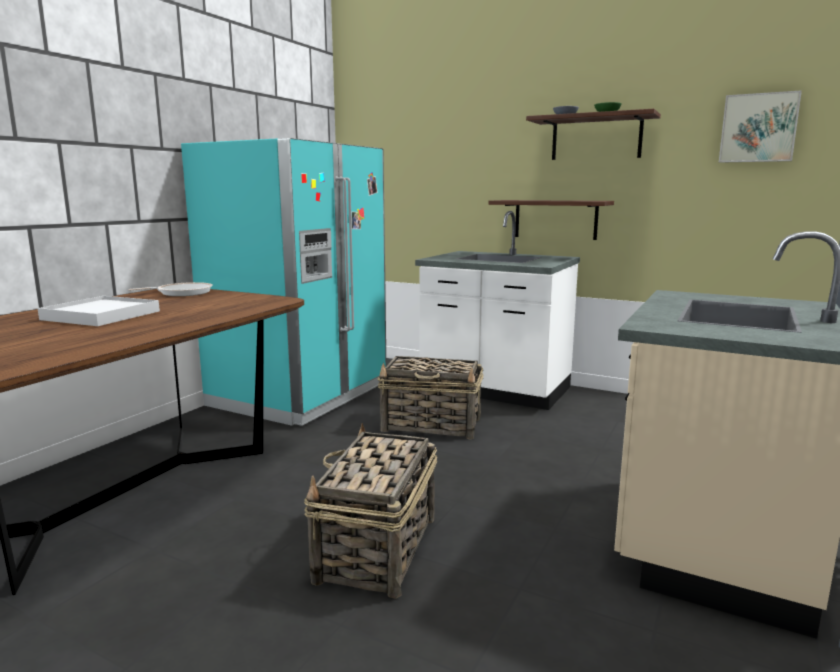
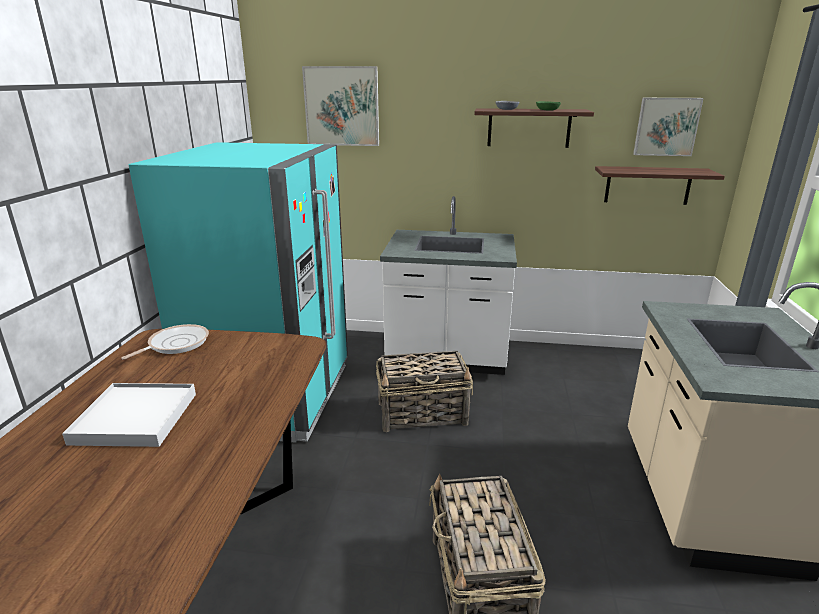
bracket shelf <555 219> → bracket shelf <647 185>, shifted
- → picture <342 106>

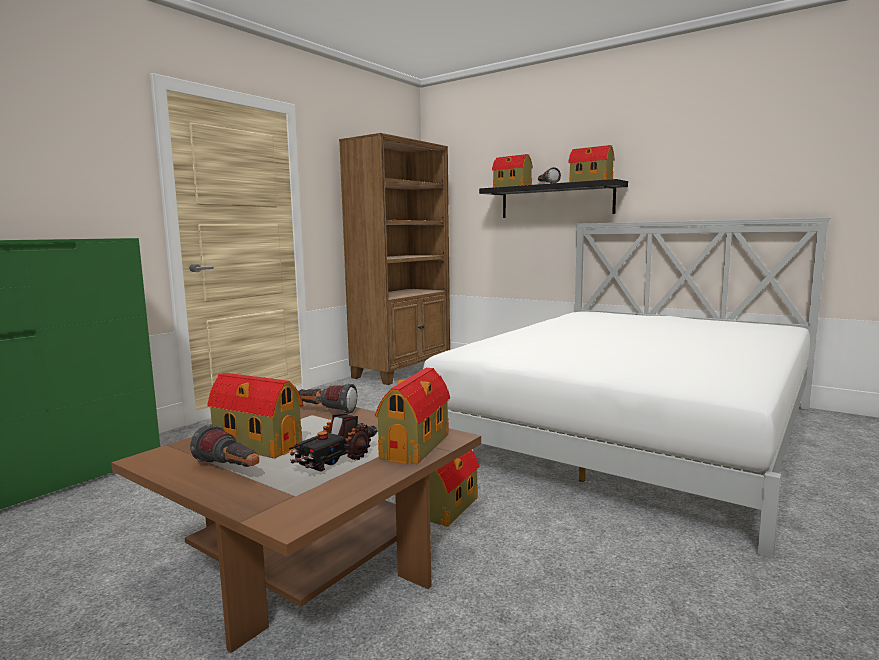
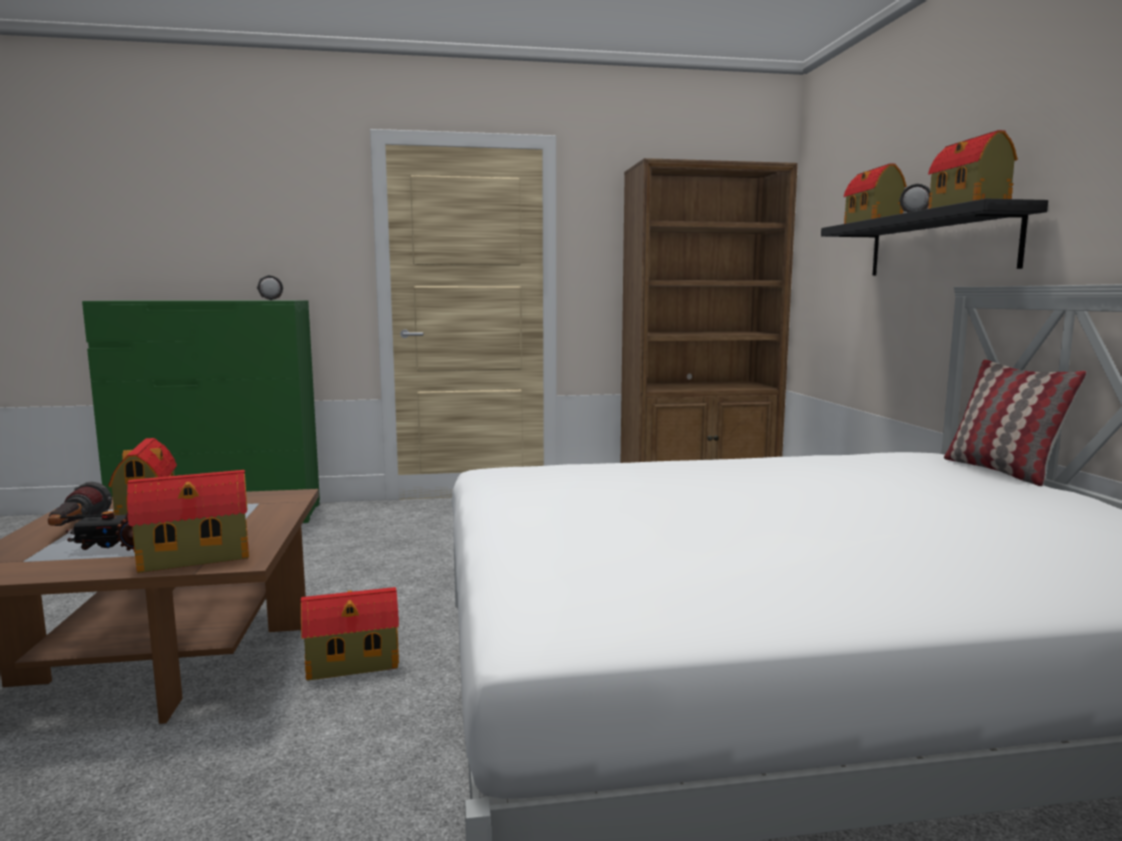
torch <324 411> → torch <267 300>, shifted
- → throw pillow <1001 471>

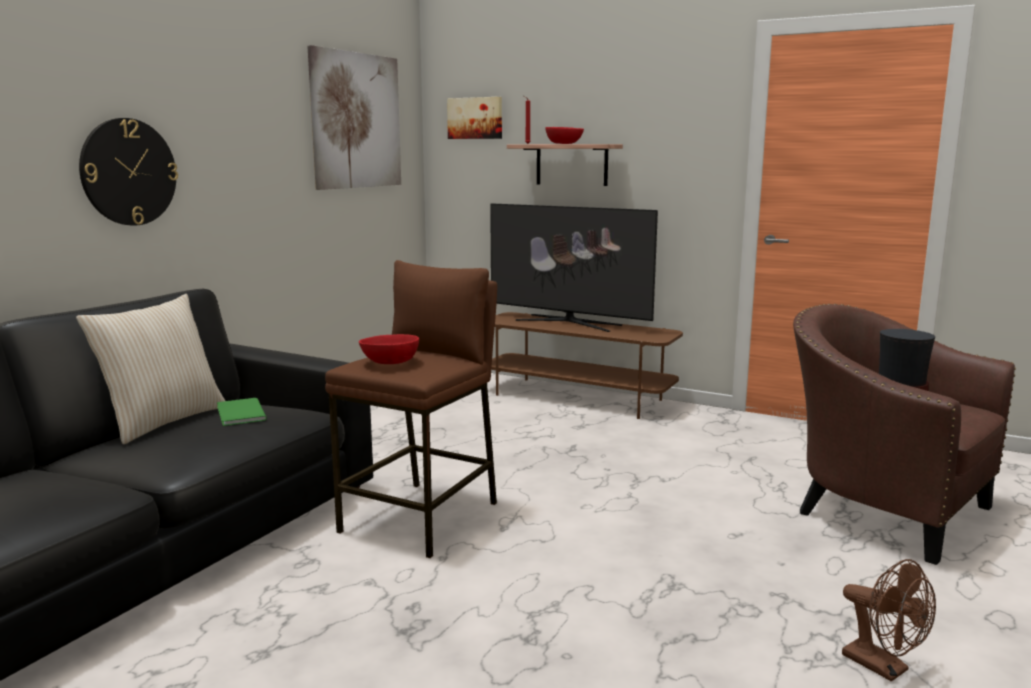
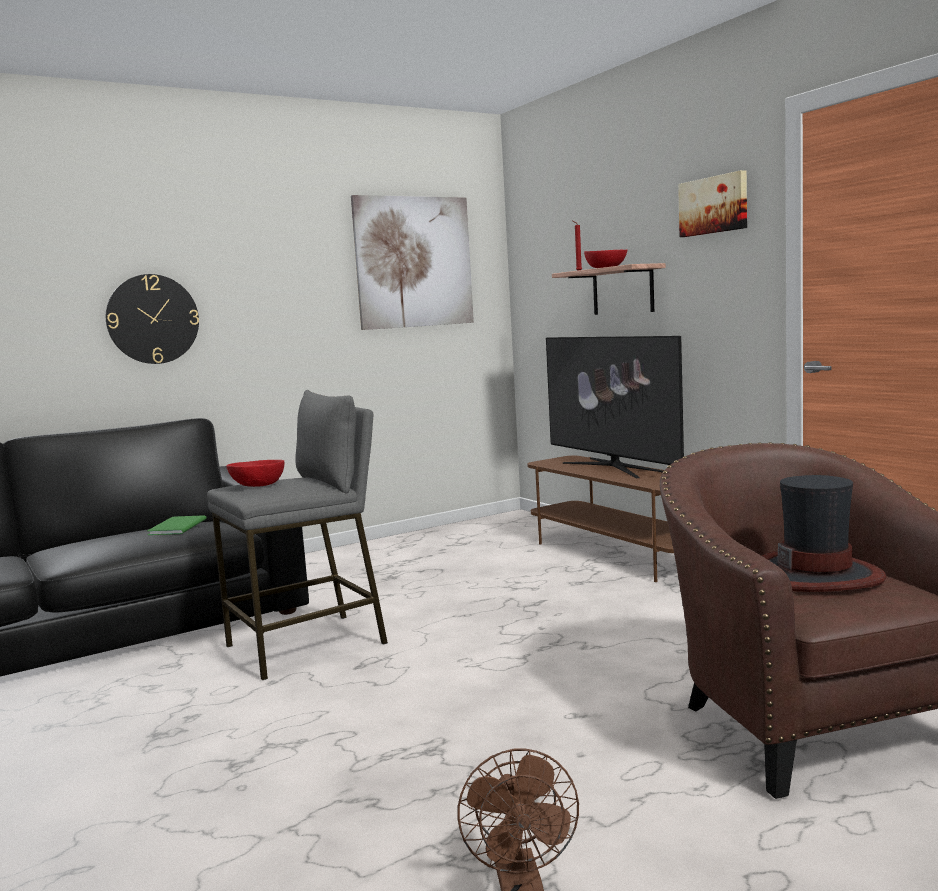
sand-coloured throw pillow <163 422> → -
brown-coloured stool <422 517> → grey stool <307 645>
picture <475 118> → picture <714 205>, shifted

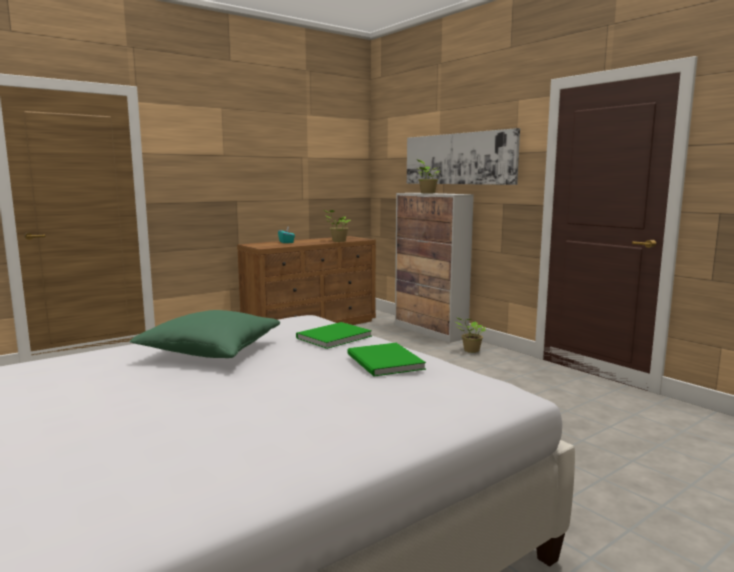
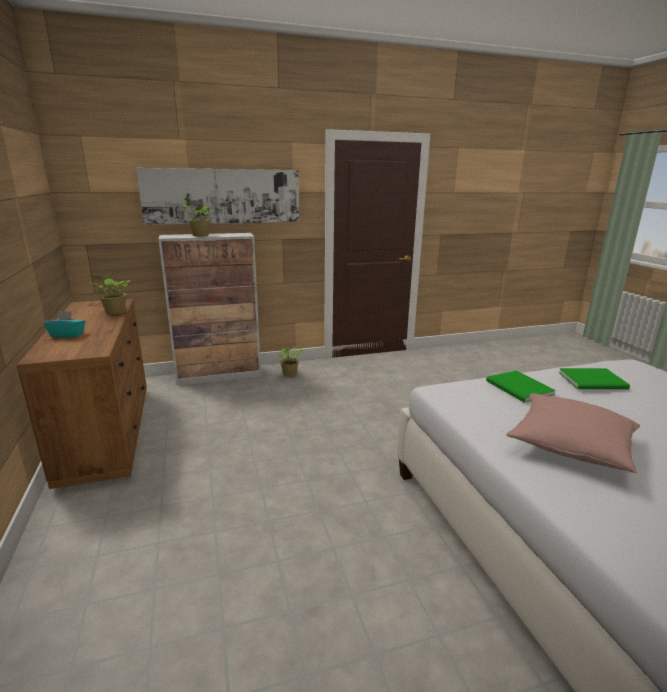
greenish throw pillow <211 351> → pink-coloured throw pillow <571 446>

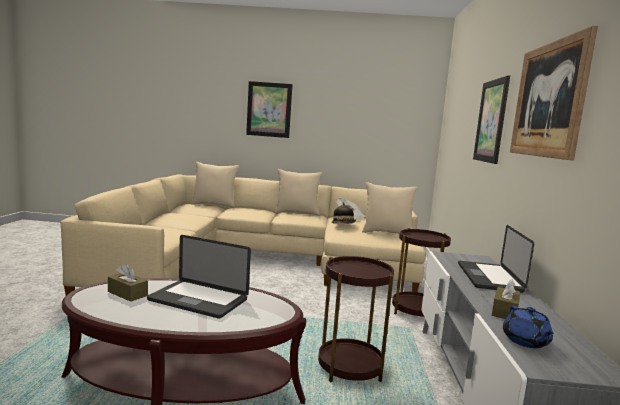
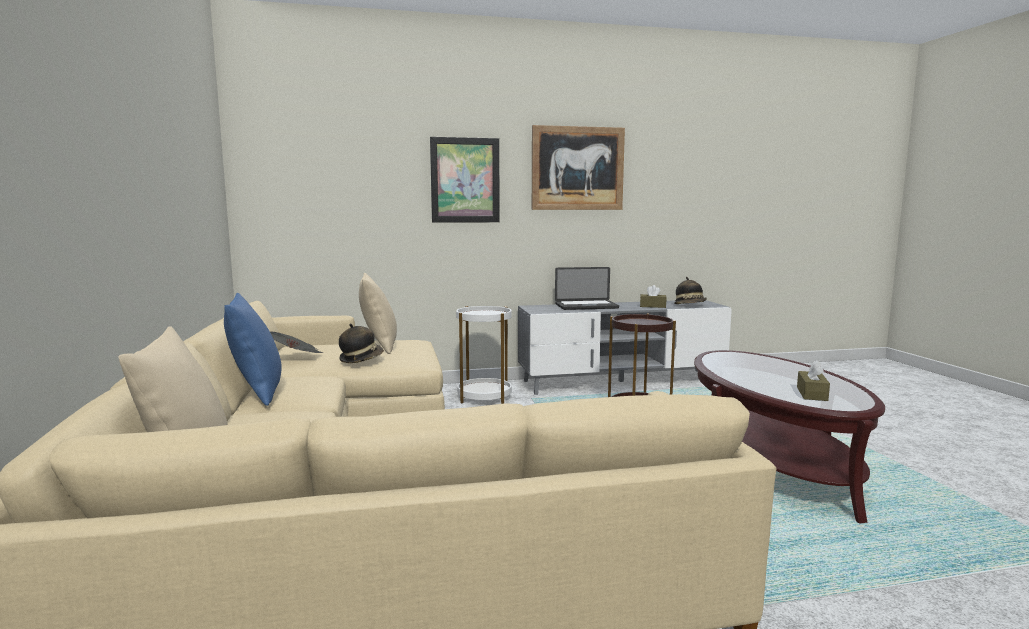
laptop <198 300> → -
picture <269 109> → -
sand-coloured throw pillow <297 213> → bluish throw pillow <257 392>
brown-coloured end table <415 310> → white-coloured end table <484 397>
bluish teapot <526 341> → wearable hat <690 305>

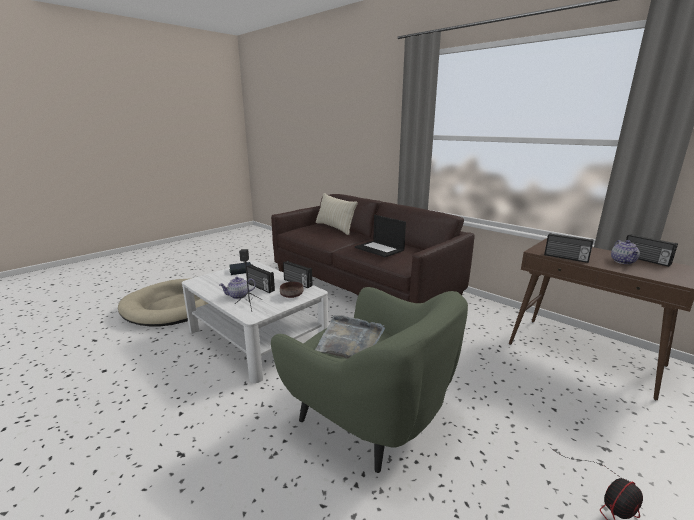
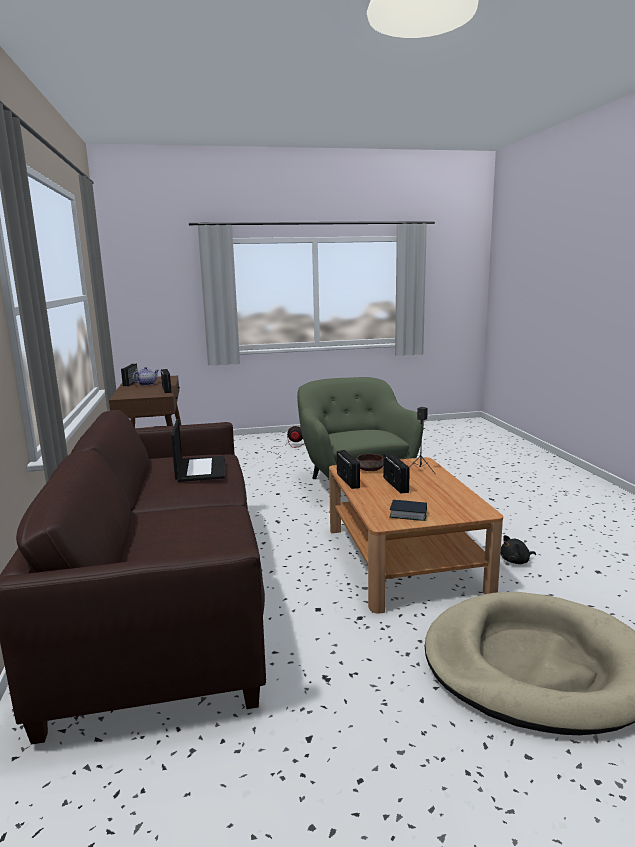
white-coloured lounge table <257 337> → brown-coloured lounge table <403 558>
teapot <238 296> → -
grey carrying tray <350 340> → -
sand-coloured throw pillow <334 228> → -
- → blackish soft toy <516 561>

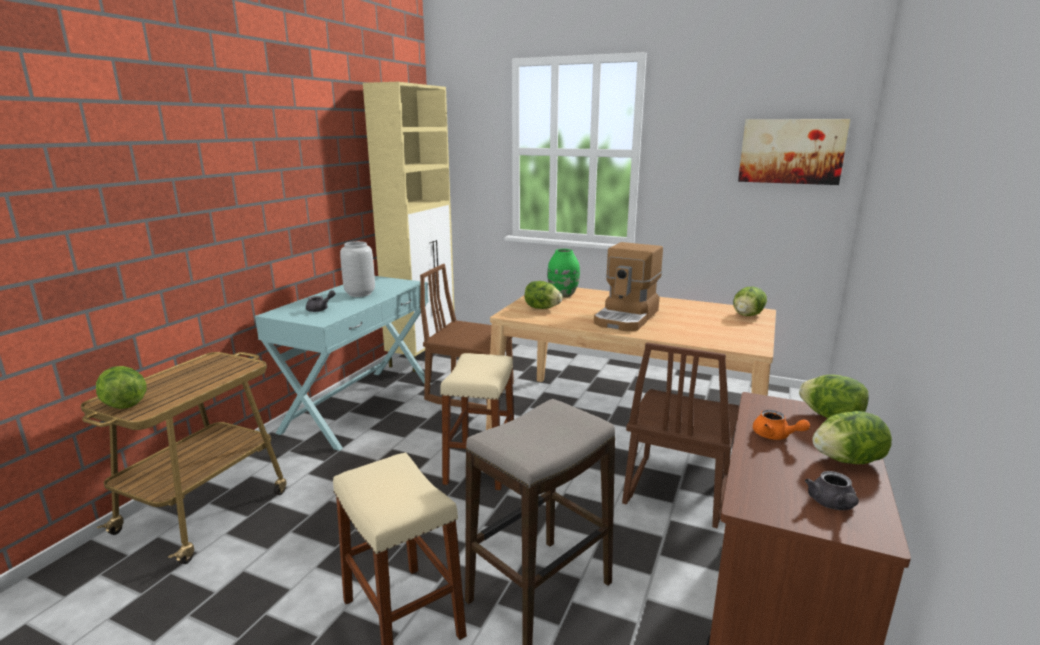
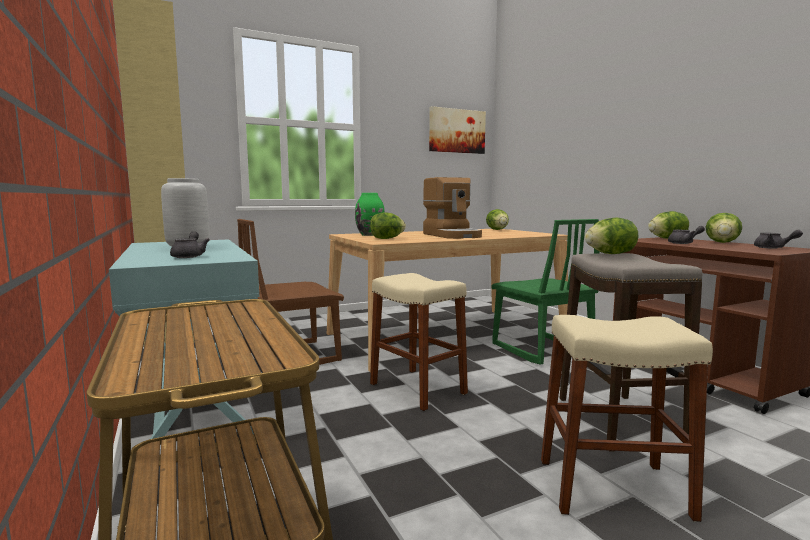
lettuce head <124 404> → lettuce head <610 254>, shifted
brown-coloured upright chair <675 490> → greenish upright chair <540 350>
orangey teapot <775 436> → grey teapot <684 243>

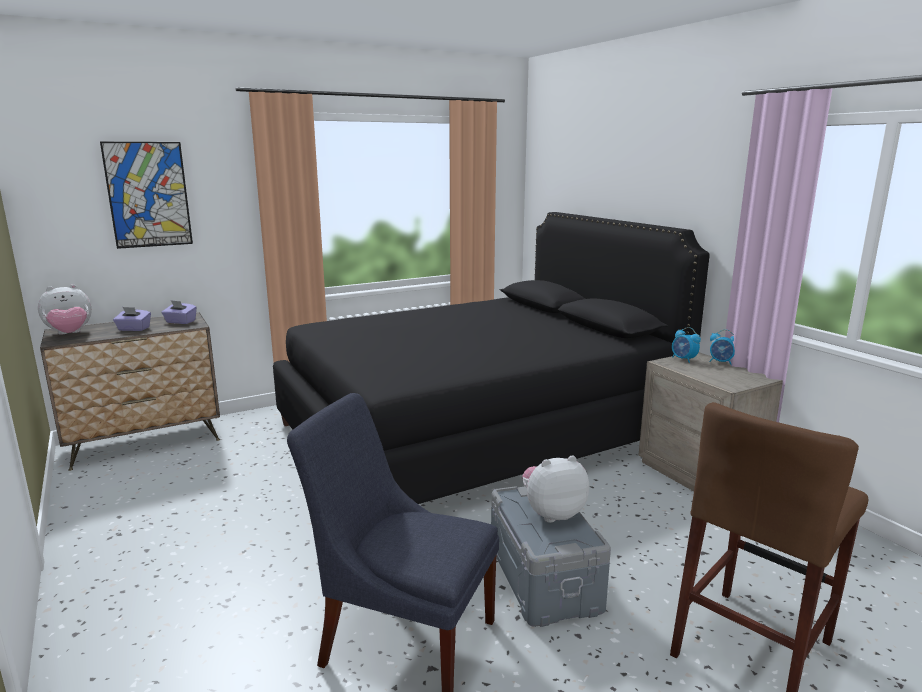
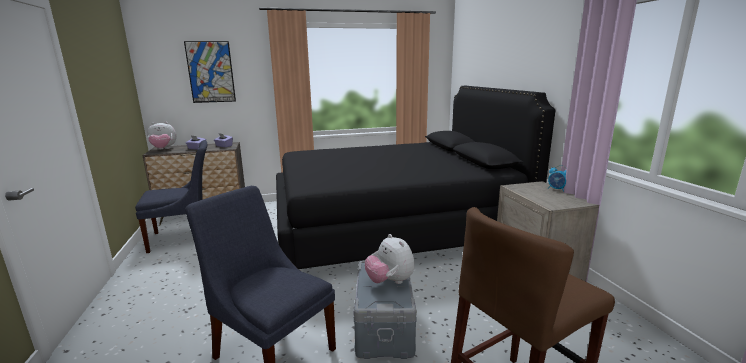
soft toy <552 513> → soft toy <390 281>, 120 degrees counterclockwise
alarm clock <683 359> → -
- → bluish upright chair <185 237>

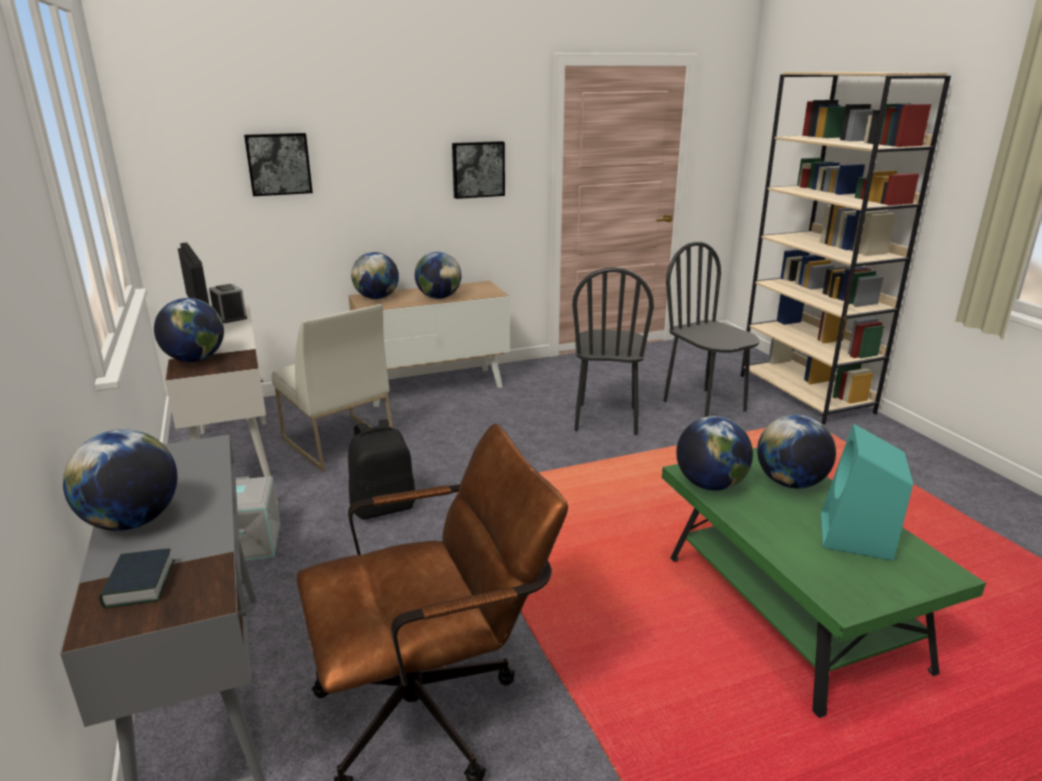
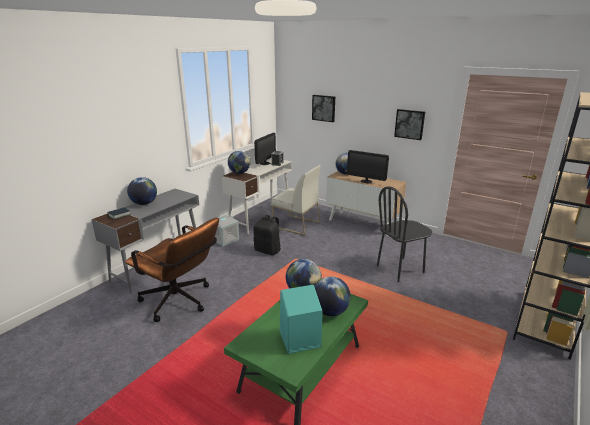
white-coloured upright chair <337 441> → white-coloured upright chair <296 225>, 75 degrees counterclockwise
world globe <439 297> → computer screen <366 181>
blackish upright chair <704 406> → -

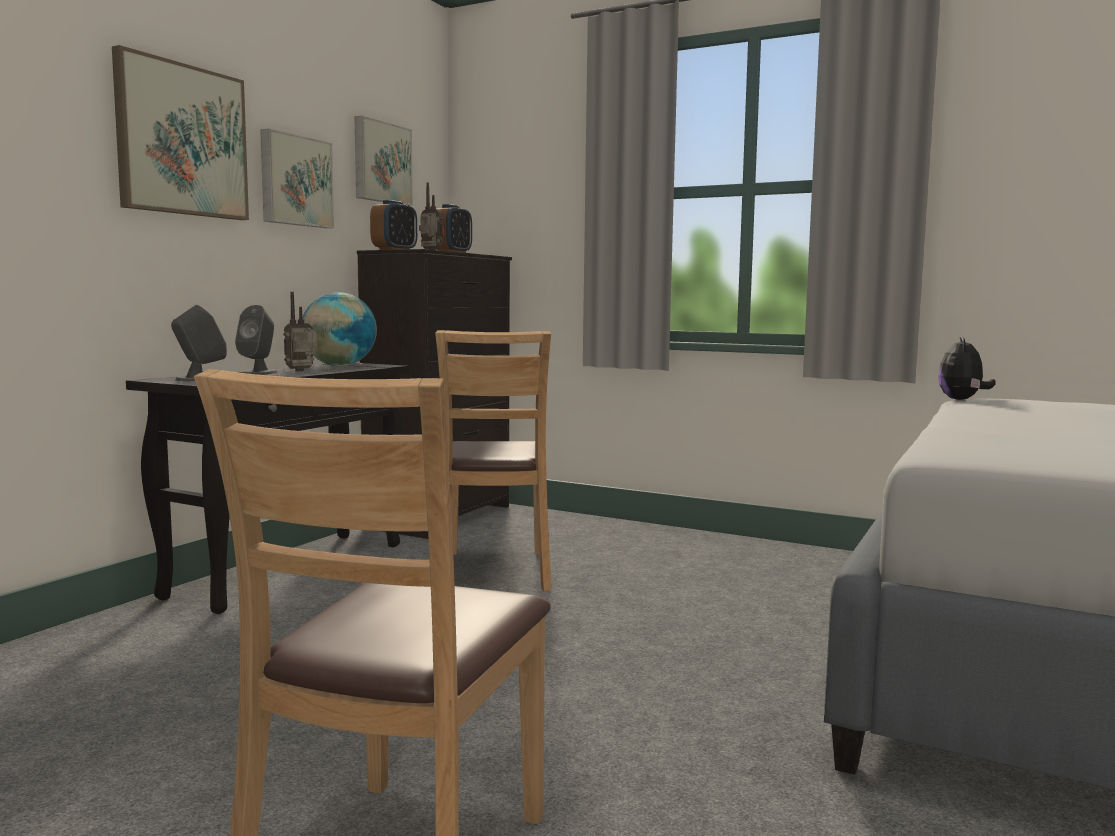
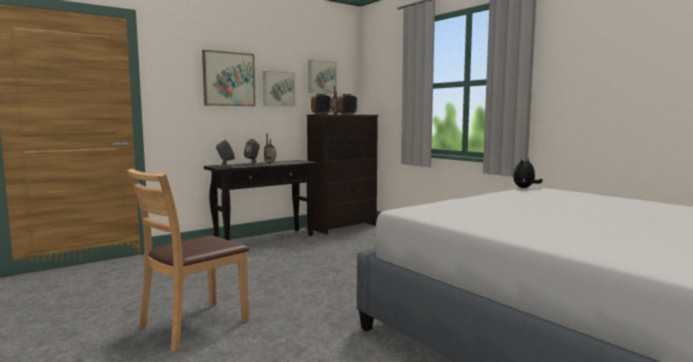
world globe <339 366> → -
brown-coloured upright chair <494 571> → -

